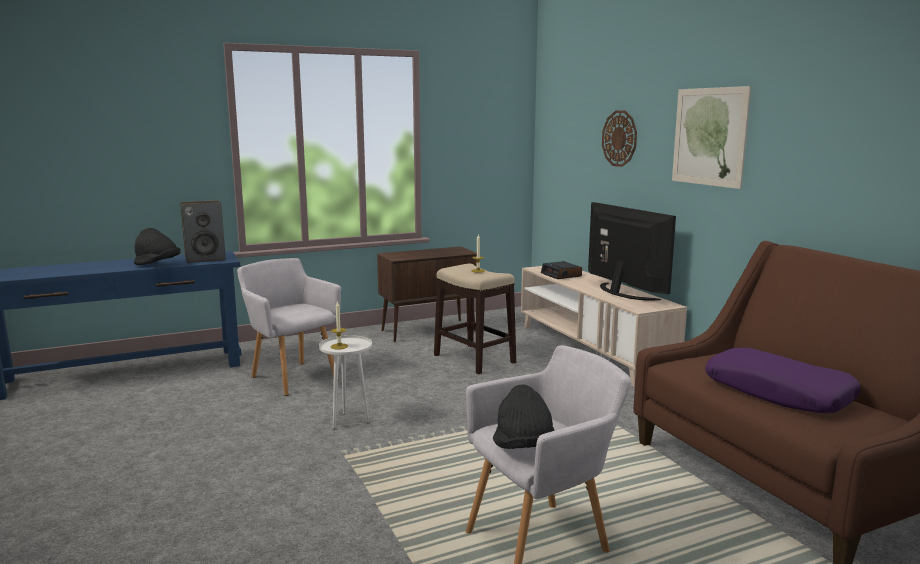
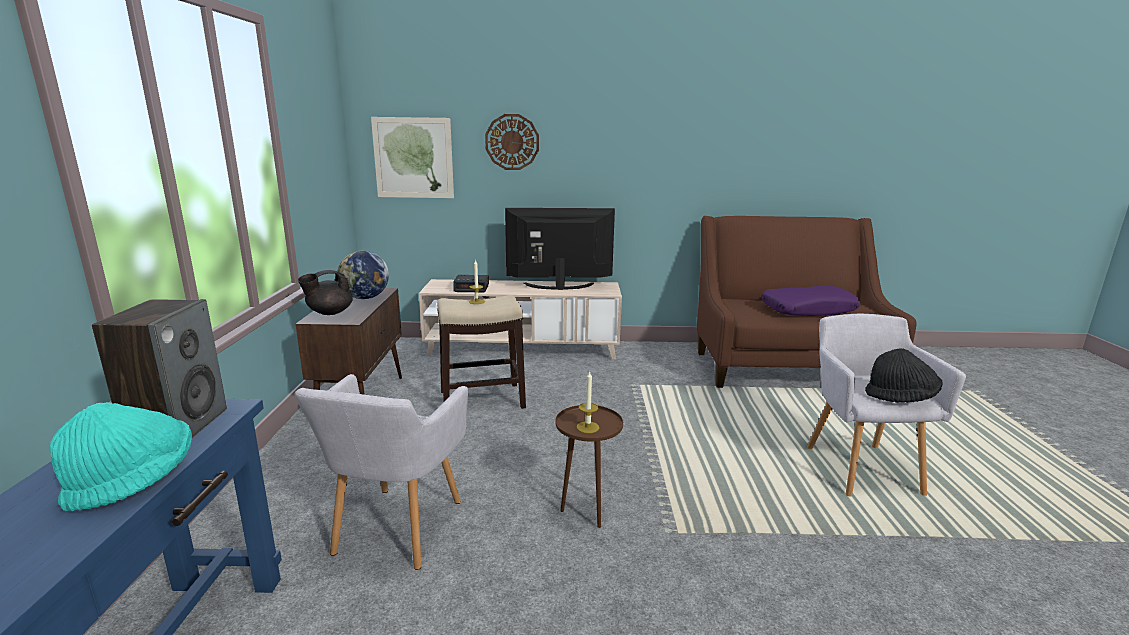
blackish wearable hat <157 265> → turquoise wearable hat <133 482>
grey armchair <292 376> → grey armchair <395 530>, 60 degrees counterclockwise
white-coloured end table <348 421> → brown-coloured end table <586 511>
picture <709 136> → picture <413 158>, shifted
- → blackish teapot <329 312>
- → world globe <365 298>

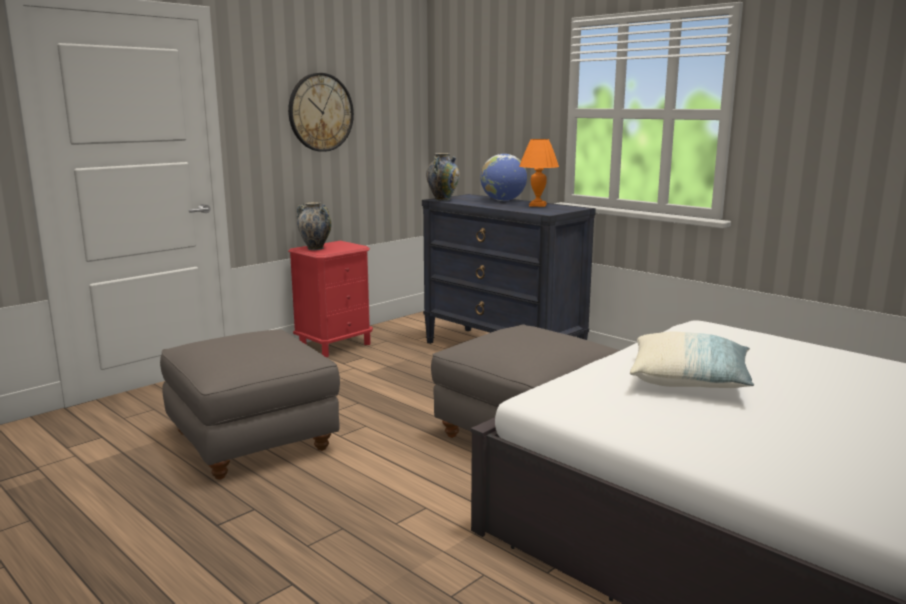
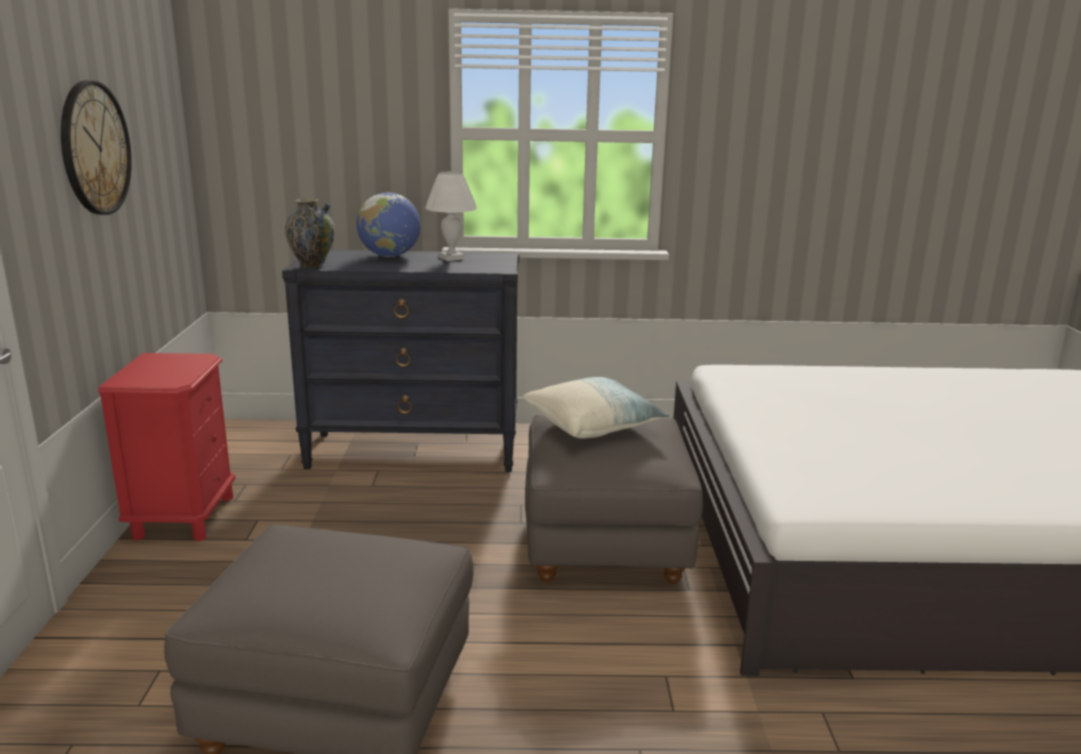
flower vase <315 248> → -
orangey lamp for a table <538 205> → white-coloured lamp for a table <452 258>
throw pillow <689 380> → throw pillow <594 425>, shifted

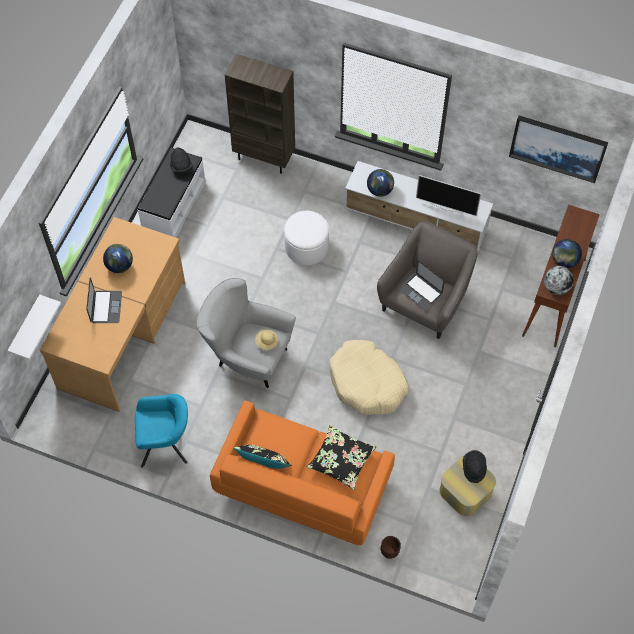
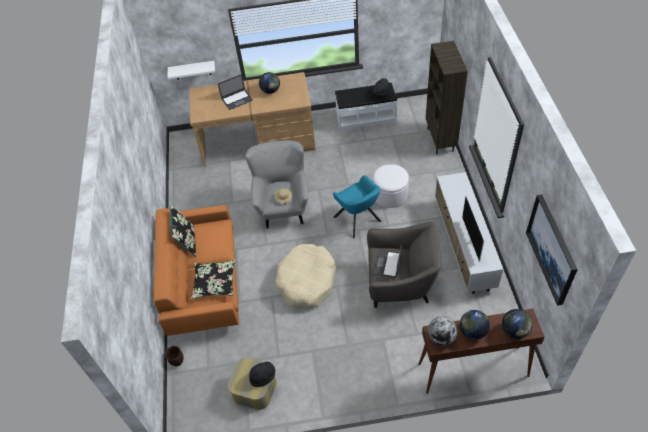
turquoise armchair <166 443> → turquoise armchair <358 220>, shifted
world globe <380 190> → world globe <514 331>, shifted

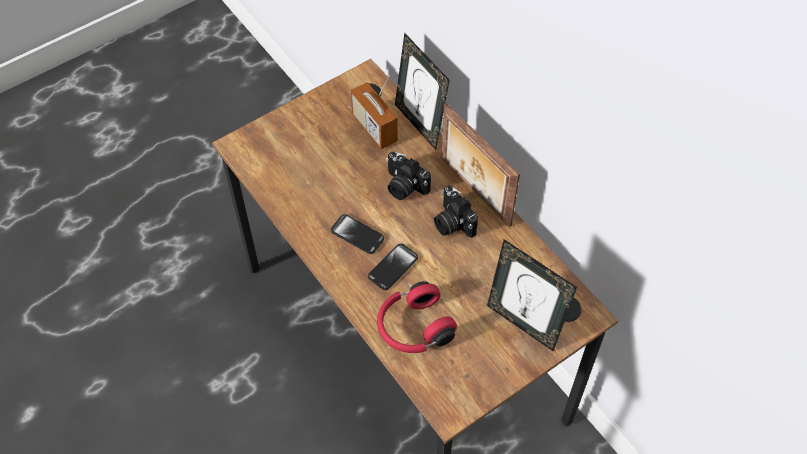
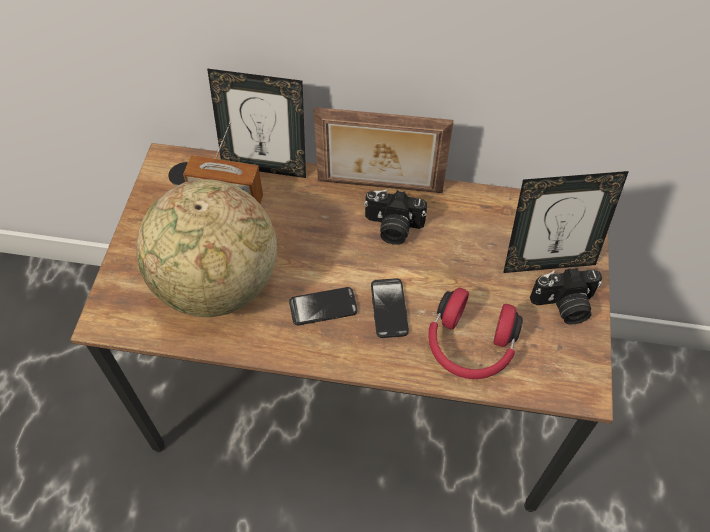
photo camera <403 186> → photo camera <564 306>, shifted
- → world globe <217 285>

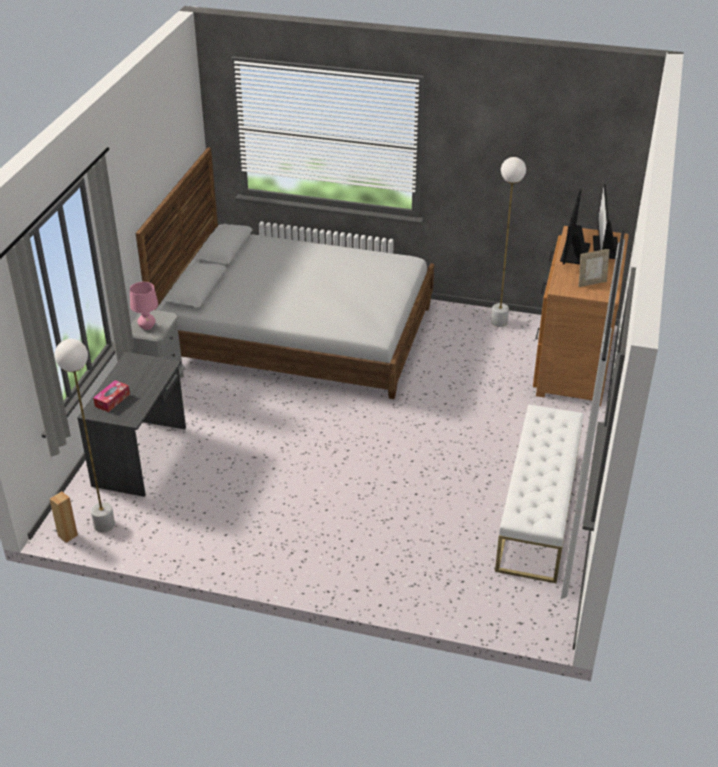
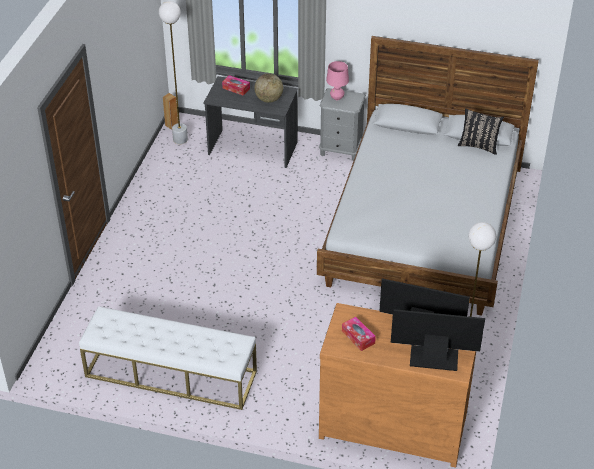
photo frame <591 283> → tissue holder <358 337>
- → world globe <269 99>
- → blackish throw pillow <478 146>

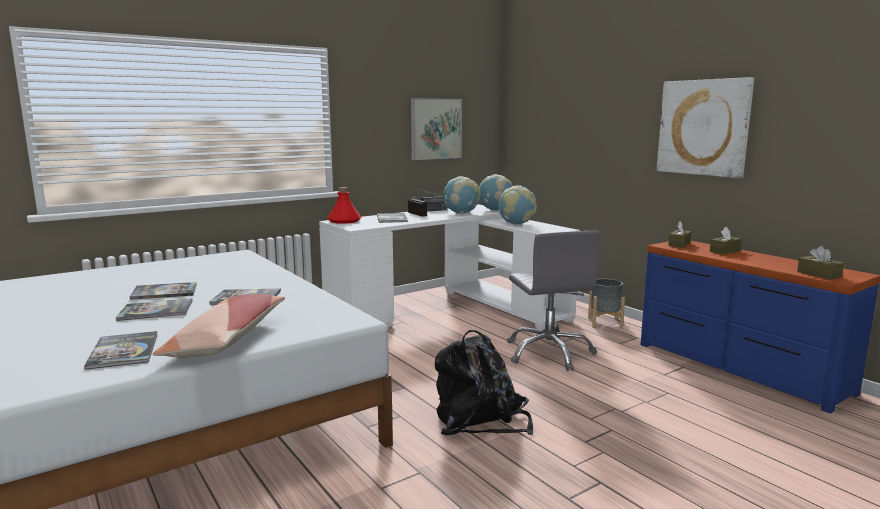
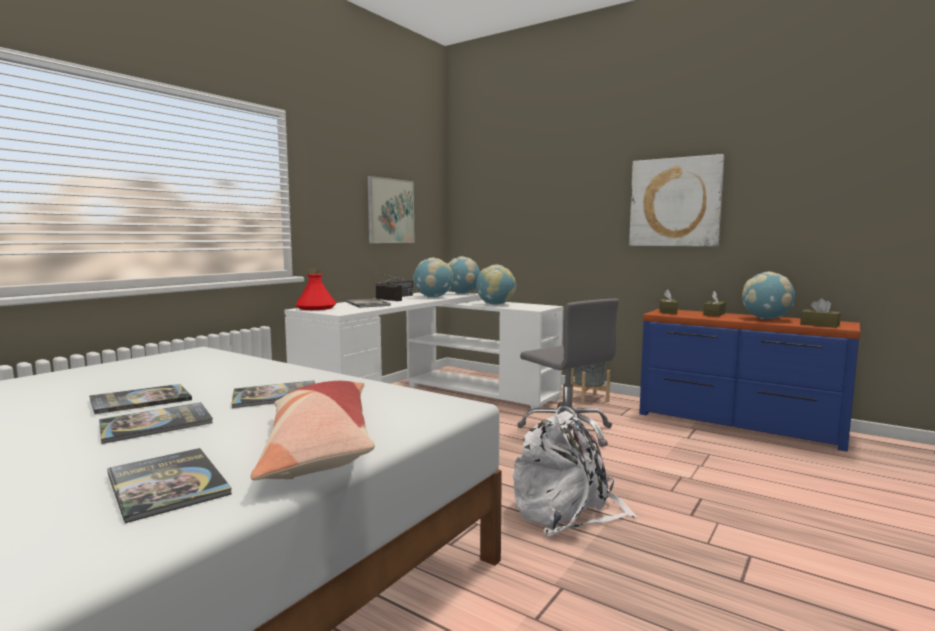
blackish knapsack <480 419> → white-coloured knapsack <567 511>
- → world globe <766 319>

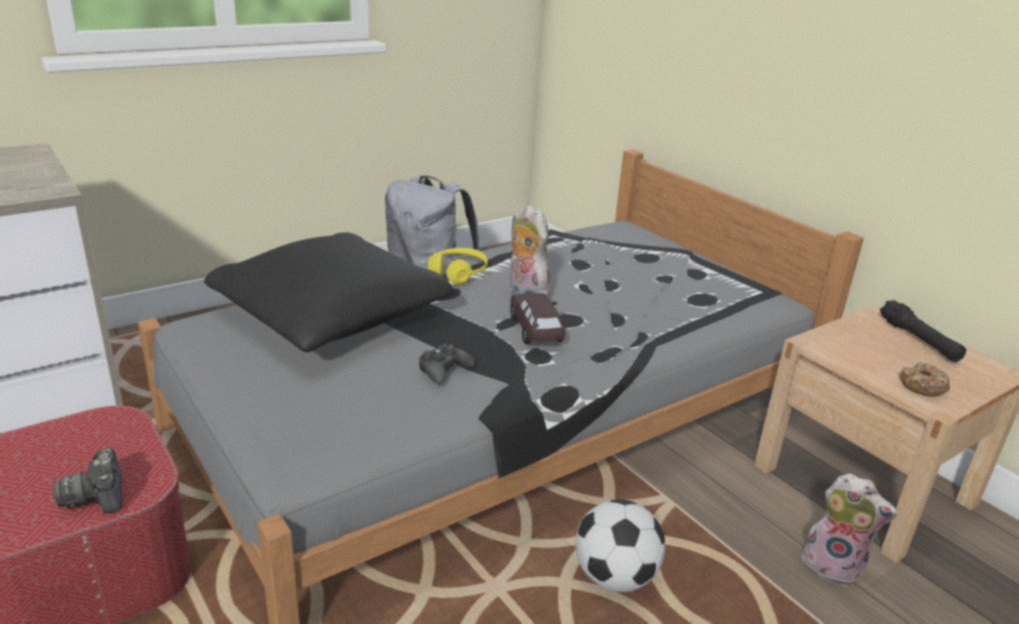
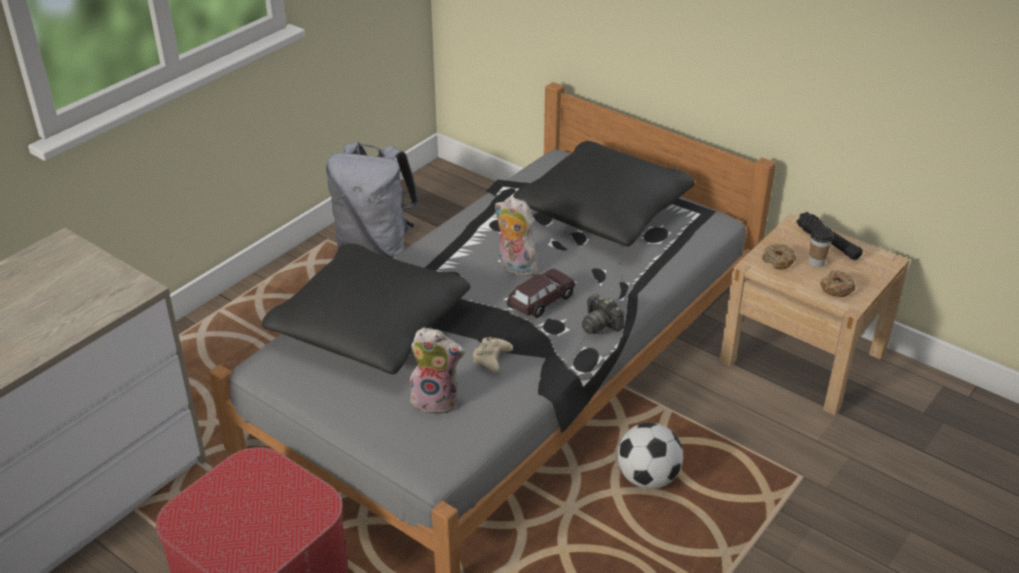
photo camera <98 496> → photo camera <600 324>, shifted
blackish game controller <444 370> → sand-coloured game controller <491 358>
yellow headphones <458 273> → -
brown-coloured model car <536 330> → brown-coloured model car <541 301>, 75 degrees clockwise
soft toy <834 566> → soft toy <437 400>, shifted
- → blackish throw pillow <604 212>
- → doughnut <778 261>
- → drinking cup <816 262>

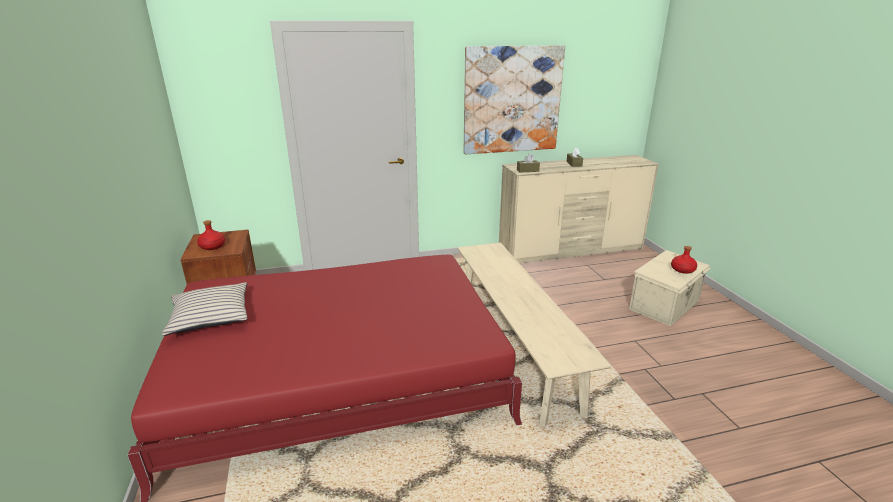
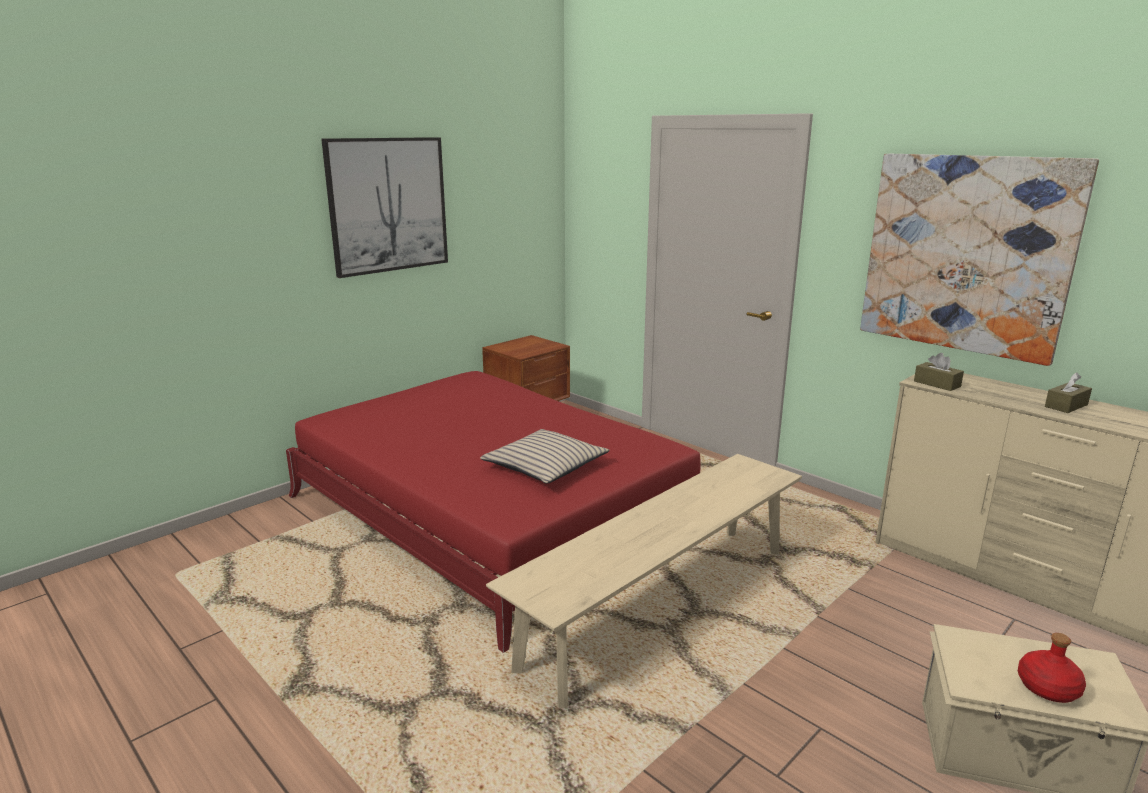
sand-coloured throw pillow <210 316> → sand-coloured throw pillow <545 467>, shifted
red-coloured bottle <212 246> → -
- → picture <388 205>

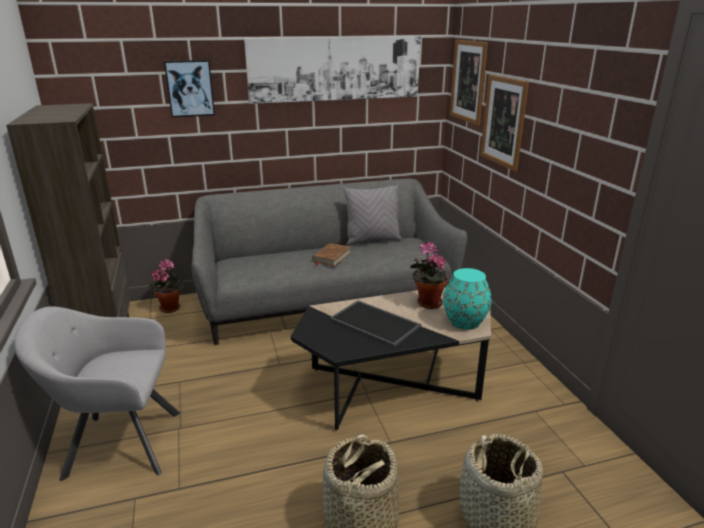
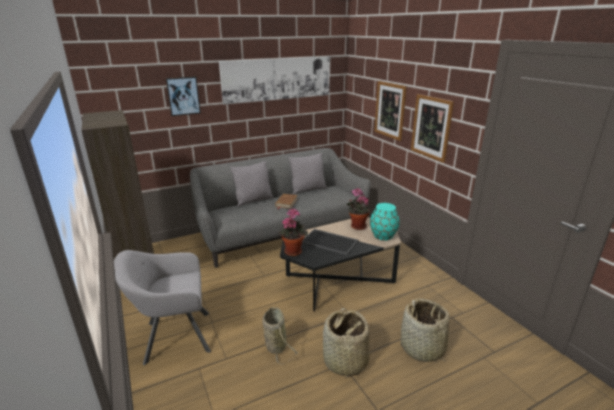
plant in a pot <171 307> → plant in a pot <293 251>, shifted
picture <468 81> → picture <431 127>, shifted
- → grey throw pillow <253 201>
- → storage basket <275 345>

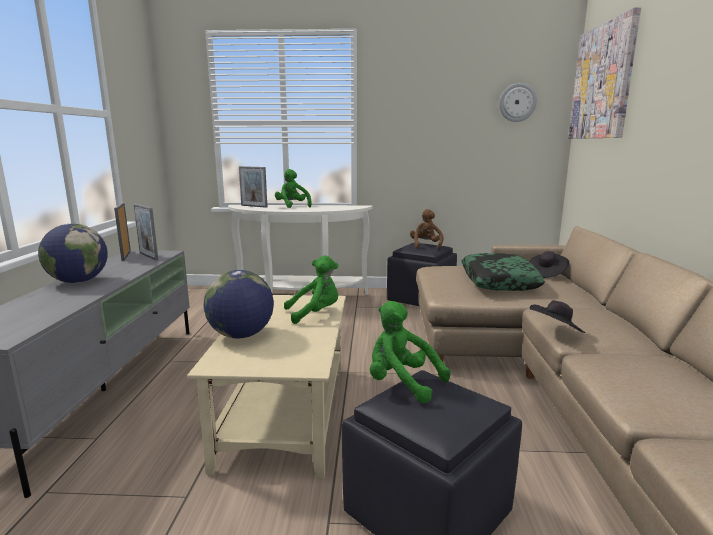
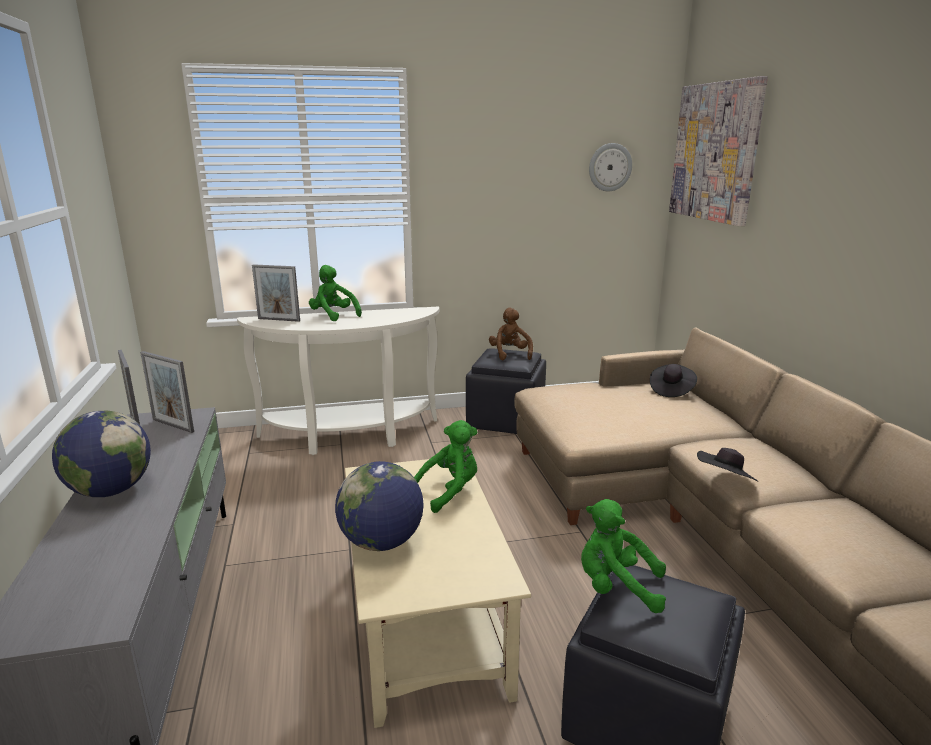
throw pillow <498 281> → -

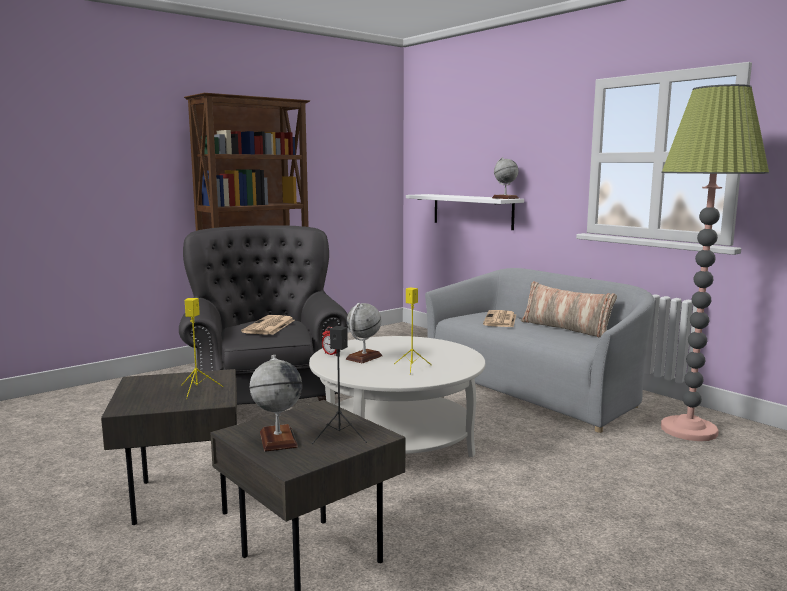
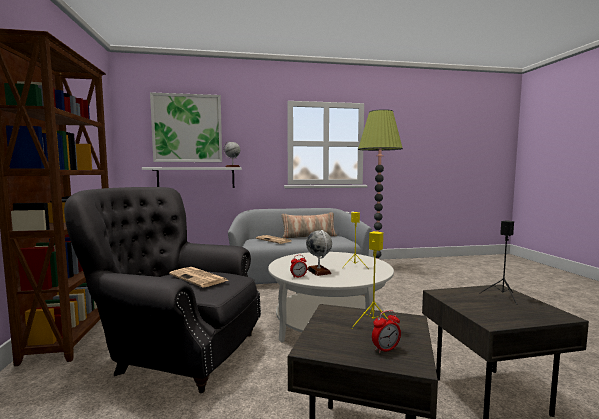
world globe <278 439> → -
- → picture <187 128>
- → alarm clock <385 349>

